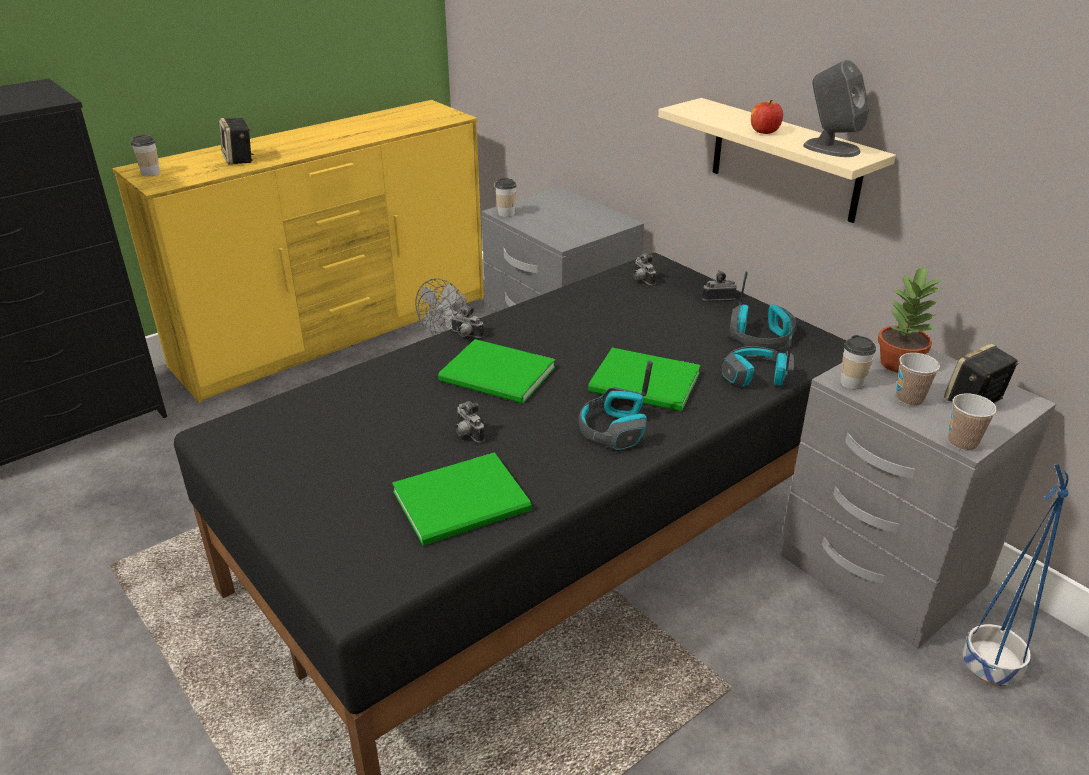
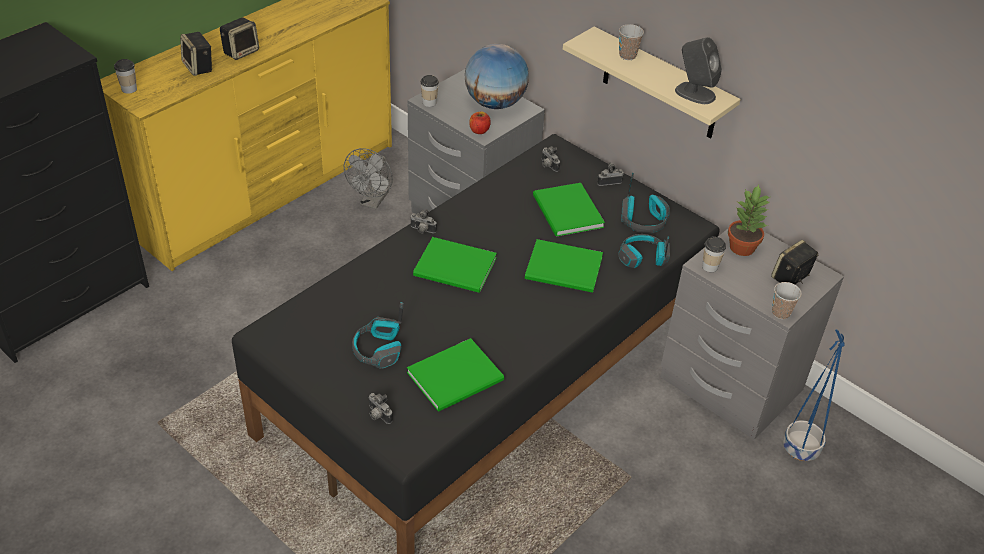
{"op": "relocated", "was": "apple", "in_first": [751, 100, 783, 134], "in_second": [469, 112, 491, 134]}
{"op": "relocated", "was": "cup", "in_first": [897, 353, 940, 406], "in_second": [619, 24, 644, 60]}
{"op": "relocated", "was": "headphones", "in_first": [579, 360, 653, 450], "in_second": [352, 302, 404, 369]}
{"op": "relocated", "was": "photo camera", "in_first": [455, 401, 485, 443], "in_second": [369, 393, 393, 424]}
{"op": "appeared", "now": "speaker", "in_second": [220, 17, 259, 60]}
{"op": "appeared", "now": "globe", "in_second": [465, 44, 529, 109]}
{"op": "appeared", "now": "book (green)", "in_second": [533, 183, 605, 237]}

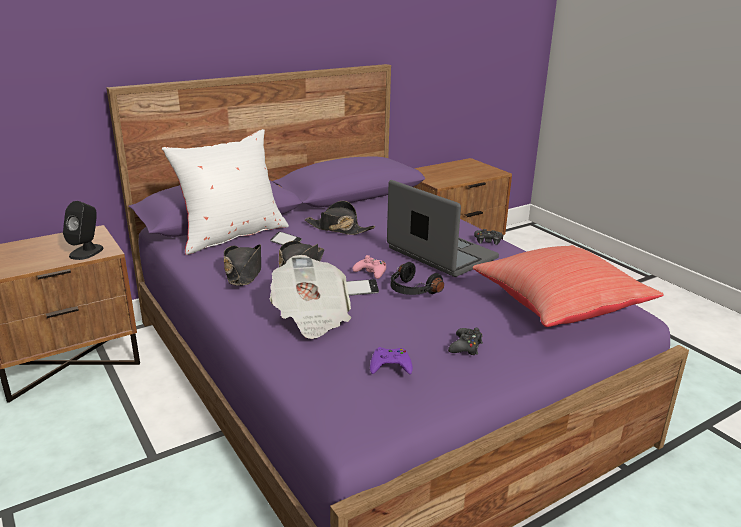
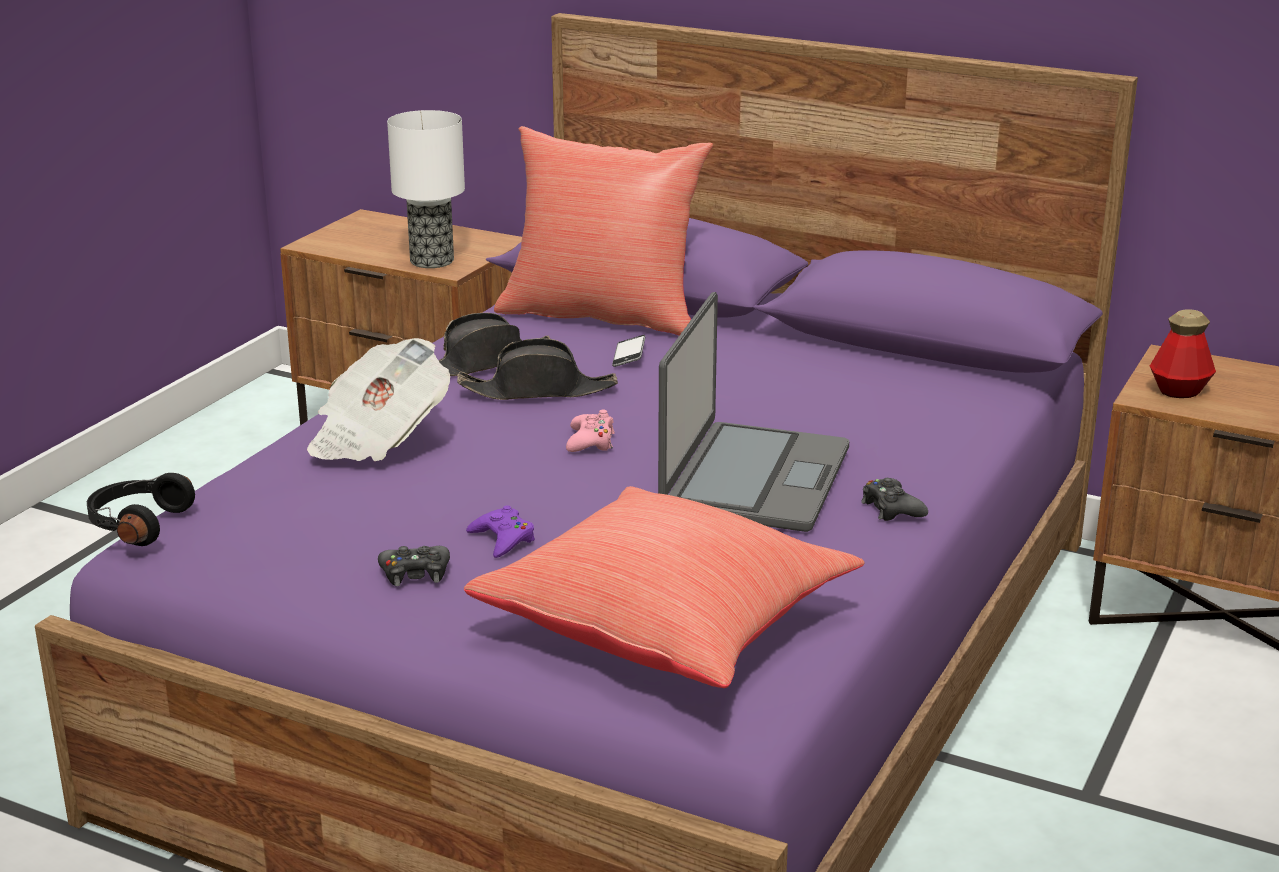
{"op": "colour", "was": "pillow (white)", "now": "pillow (red)", "in_first": [162, 129, 289, 255], "in_second": [494, 126, 713, 336]}
{"op": "exchanged", "was": "speaker (black)", "now": "table lamp", "in_first": [63, 201, 104, 260], "in_second": [387, 110, 465, 268]}
{"op": "missing", "was": "hat (black)", "in_first": [305, 201, 375, 235]}
{"op": "relocated", "was": "headphones (black)", "in_first": [390, 262, 444, 295], "in_second": [87, 473, 195, 546]}
{"op": "missing", "was": "phone", "in_first": [346, 279, 379, 296]}
{"op": "relocated", "was": "game controller (purple)", "in_first": [370, 347, 413, 374], "in_second": [466, 506, 535, 558]}
{"op": "appeared", "now": "bottle", "in_second": [1150, 309, 1216, 398]}

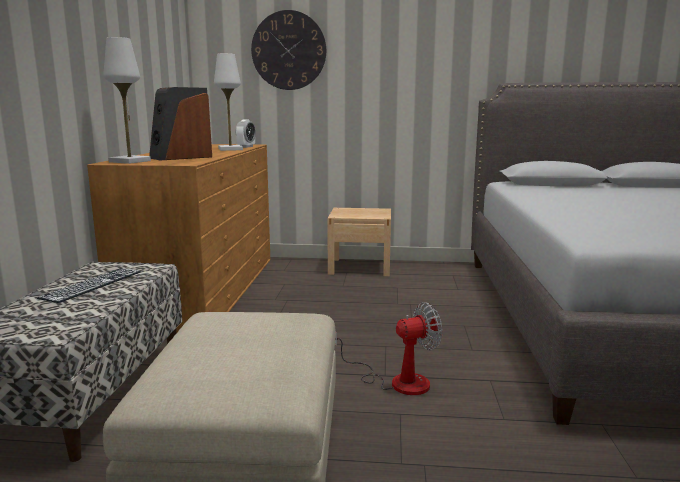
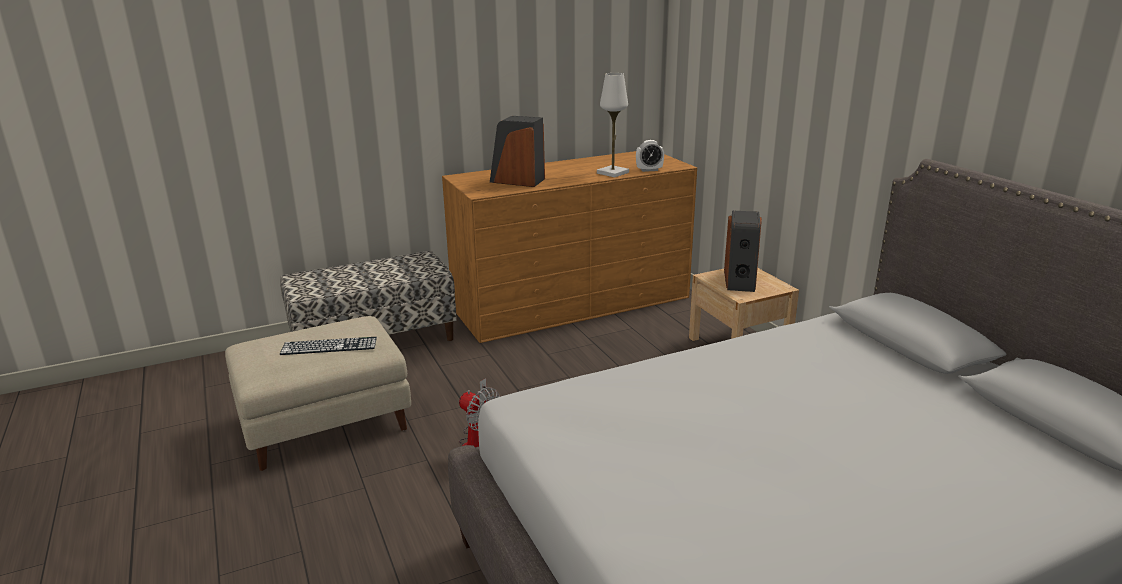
{"op": "missing", "was": "wall clock", "in_first": [251, 10, 326, 90]}
{"op": "missing", "was": "table lamp (white)", "in_first": [103, 37, 151, 164]}
{"op": "relocated", "was": "keyboard", "in_first": [37, 268, 141, 303], "in_second": [280, 337, 377, 355]}
{"op": "appeared", "now": "speaker", "in_second": [724, 210, 762, 292]}

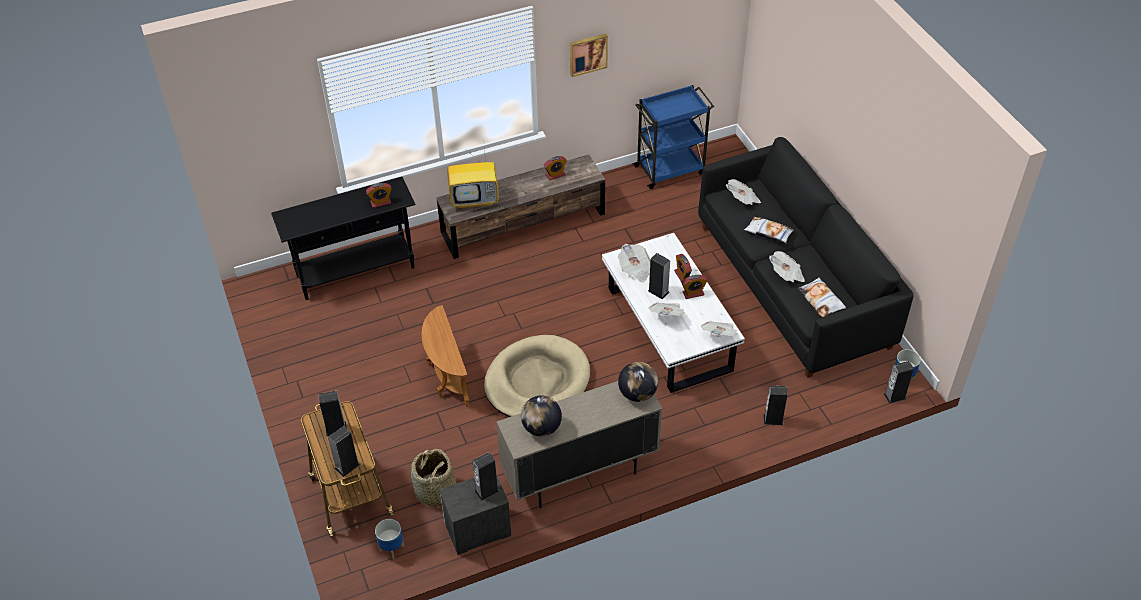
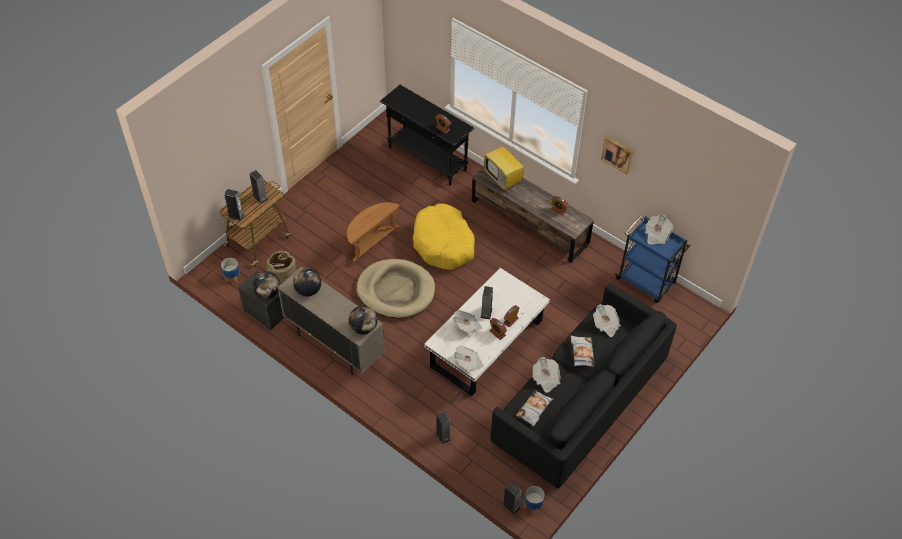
{"op": "relocated", "was": "newspaper", "in_first": [618, 244, 651, 282], "in_second": [645, 214, 673, 244]}
{"op": "exchanged", "was": "speaker", "now": "globe", "in_first": [472, 452, 499, 501], "in_second": [253, 271, 281, 299]}
{"op": "appeared", "now": "dog bed (yellow)", "in_second": [413, 203, 475, 270]}

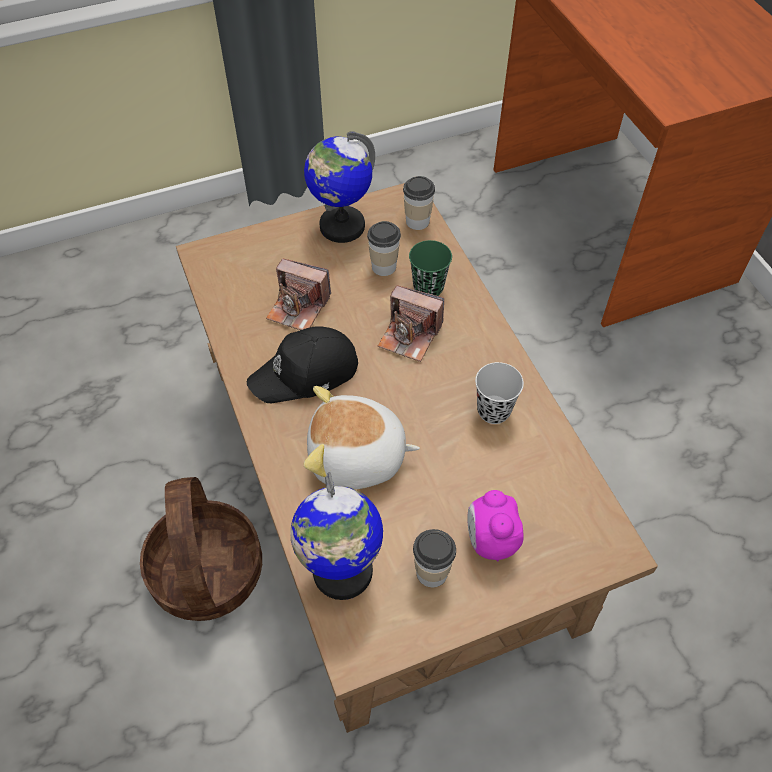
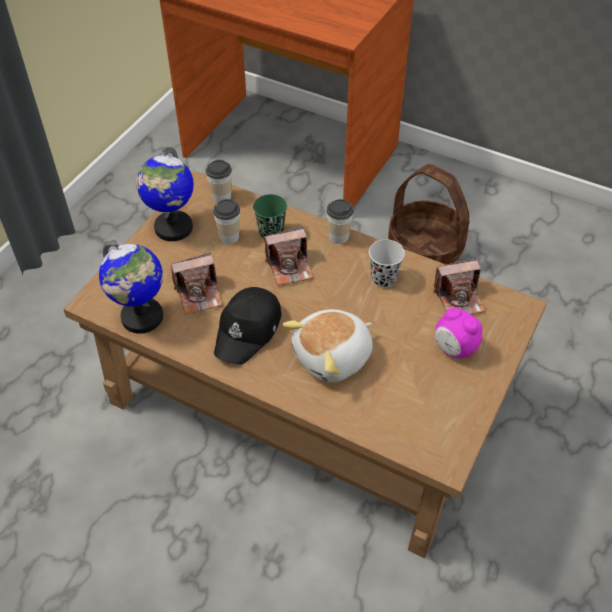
{"op": "relocated", "was": "globe", "in_first": [290, 472, 383, 600], "in_second": [99, 240, 163, 334]}
{"op": "relocated", "was": "basket", "in_first": [140, 477, 262, 621], "in_second": [388, 164, 469, 264]}
{"op": "relocated", "was": "cup", "in_first": [413, 529, 456, 587], "in_second": [327, 199, 354, 244]}
{"op": "appeared", "now": "photo camera", "in_second": [433, 258, 486, 314]}

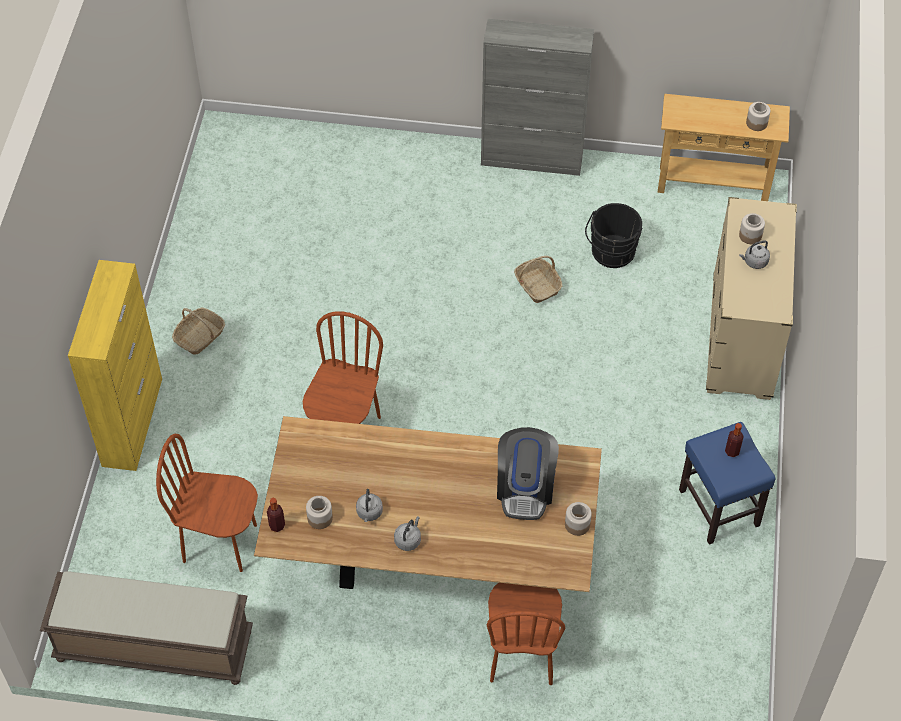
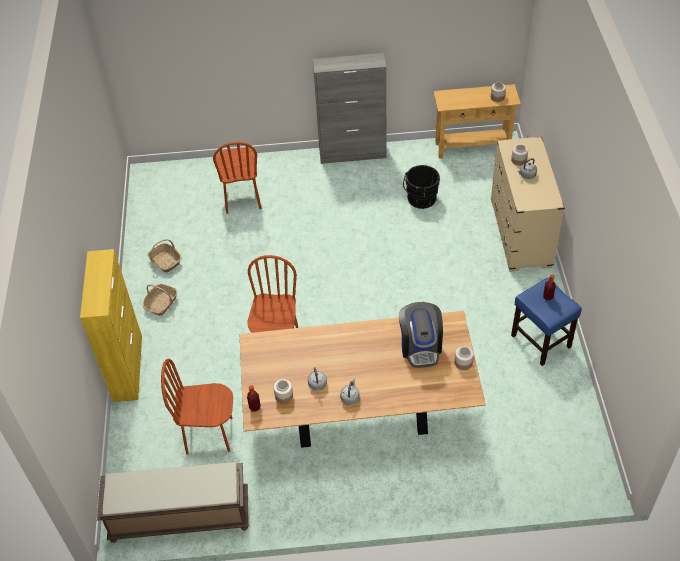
{"op": "relocated", "was": "basket", "in_first": [514, 256, 562, 303], "in_second": [148, 239, 181, 273]}
{"op": "relocated", "was": "chair (brown)", "in_first": [487, 583, 565, 685], "in_second": [213, 142, 261, 214]}

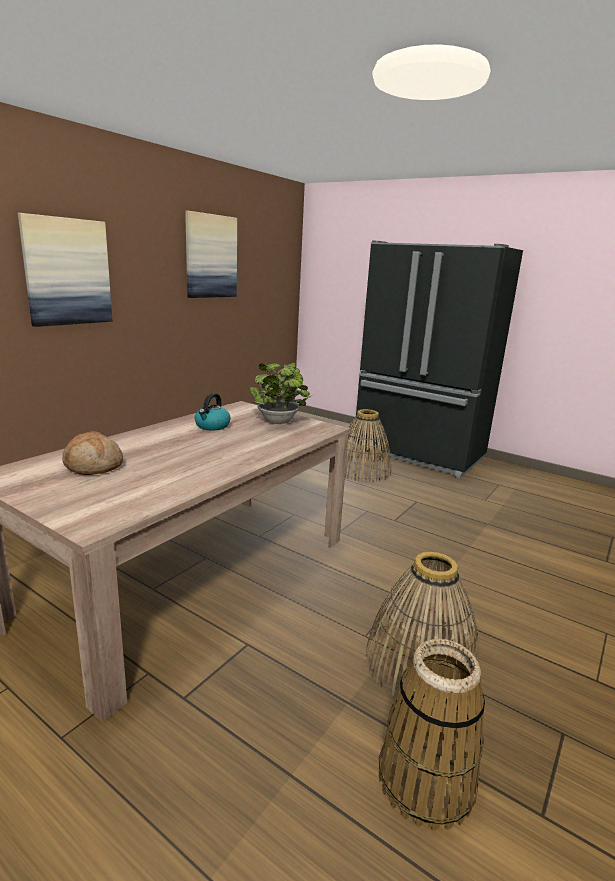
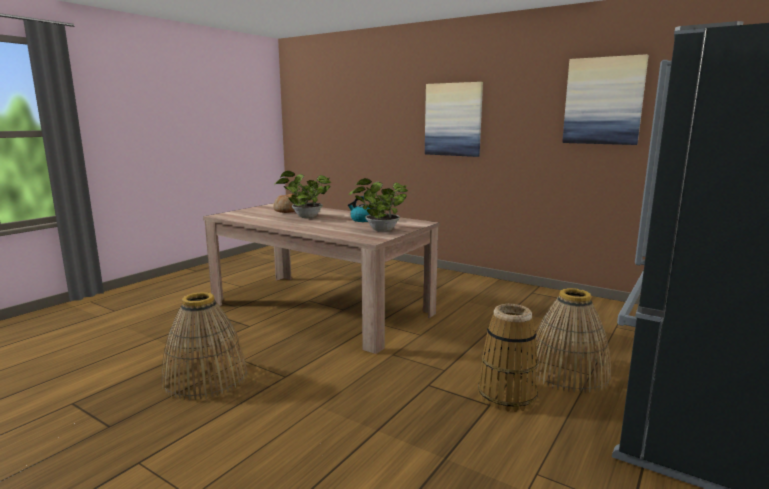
{"op": "relocated", "was": "basket", "in_first": [379, 639, 485, 831], "in_second": [478, 304, 538, 412]}
{"op": "appeared", "now": "potted plant", "in_second": [274, 171, 331, 218]}

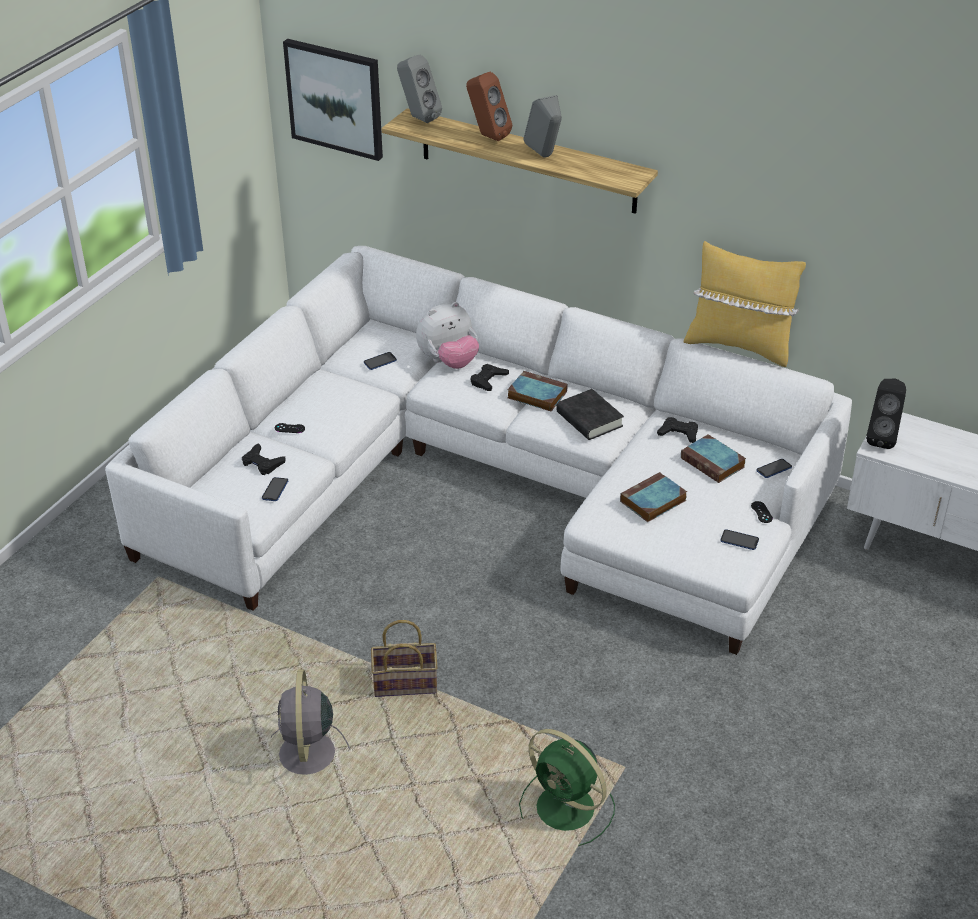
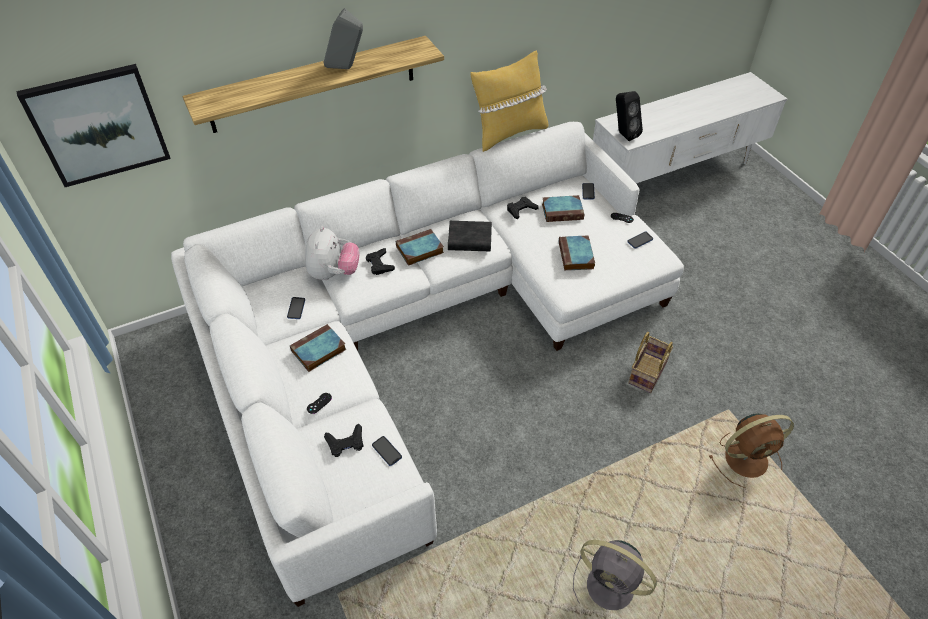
{"op": "missing", "was": "speaker (grey)", "in_first": [397, 55, 442, 123]}
{"op": "missing", "was": "speaker (brown)", "in_first": [466, 72, 512, 141]}
{"op": "relocated", "was": "basket", "in_first": [371, 620, 438, 697], "in_second": [628, 332, 673, 393]}
{"op": "colour", "was": "fan (green)", "now": "fan (brown)", "in_first": [519, 729, 615, 846], "in_second": [709, 413, 794, 488]}
{"op": "appeared", "now": "book", "in_second": [290, 324, 346, 372]}

